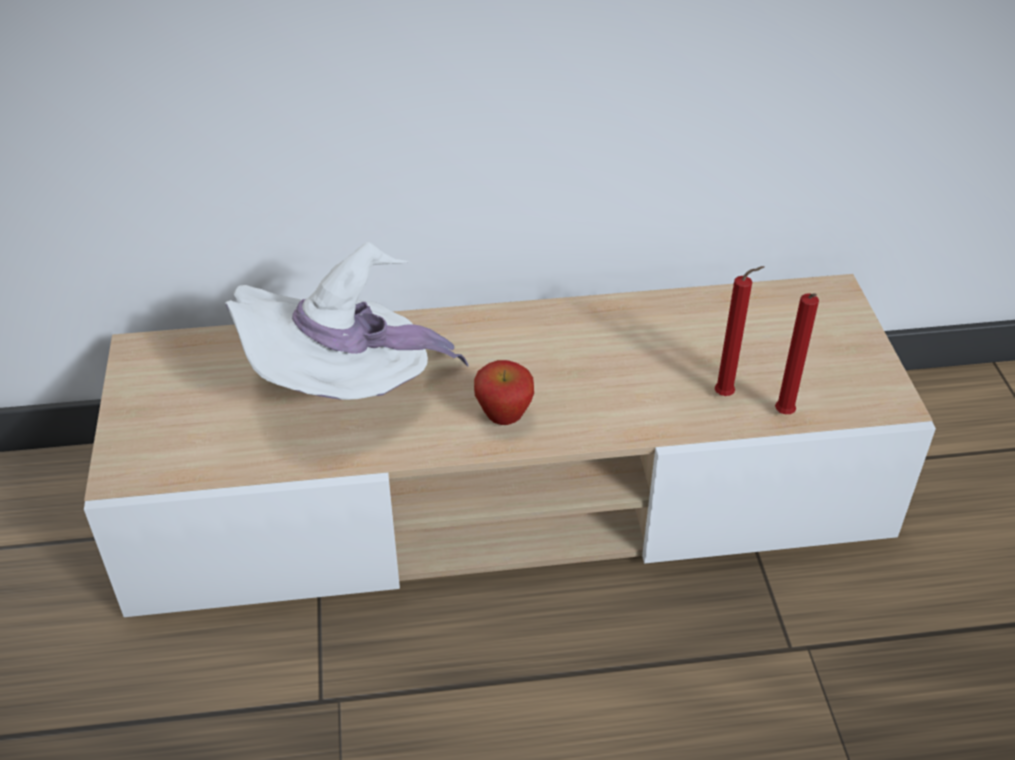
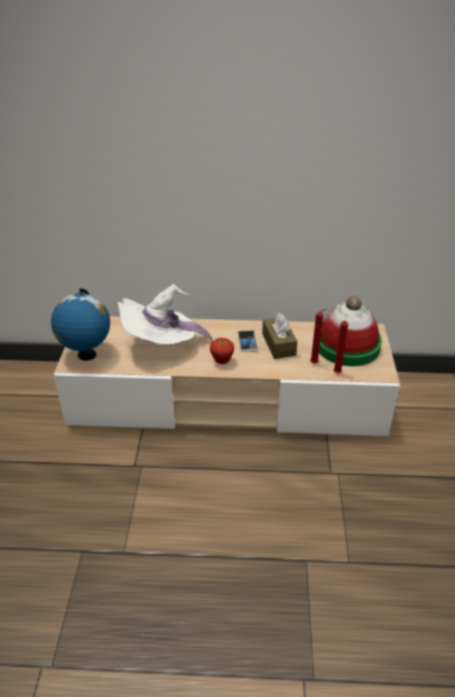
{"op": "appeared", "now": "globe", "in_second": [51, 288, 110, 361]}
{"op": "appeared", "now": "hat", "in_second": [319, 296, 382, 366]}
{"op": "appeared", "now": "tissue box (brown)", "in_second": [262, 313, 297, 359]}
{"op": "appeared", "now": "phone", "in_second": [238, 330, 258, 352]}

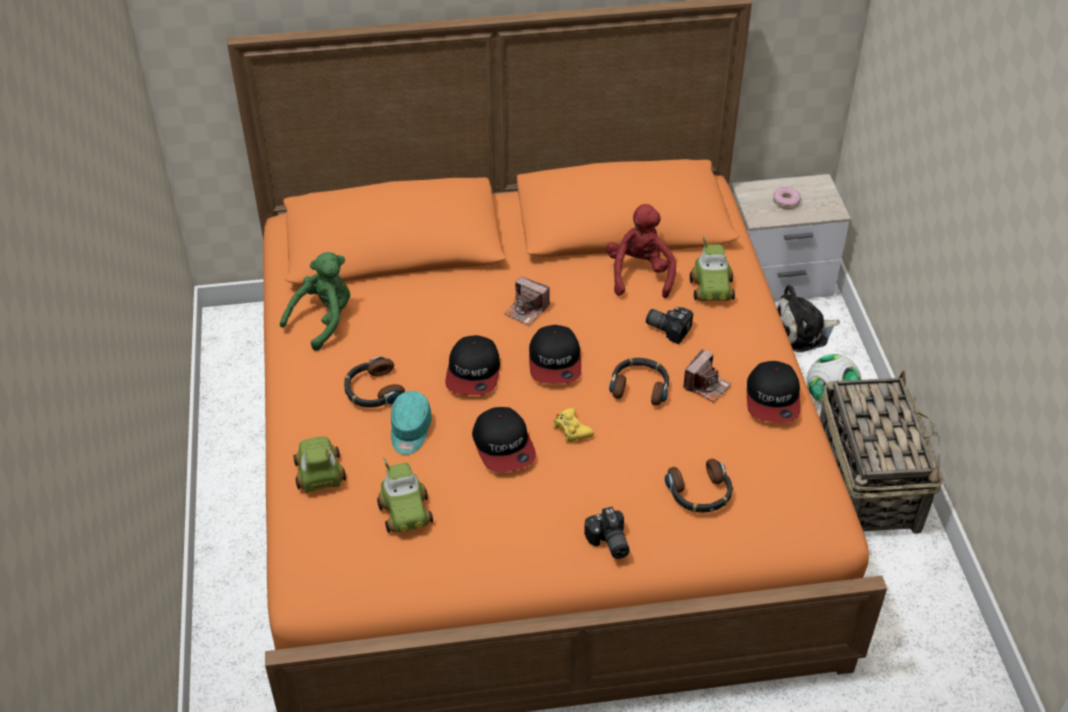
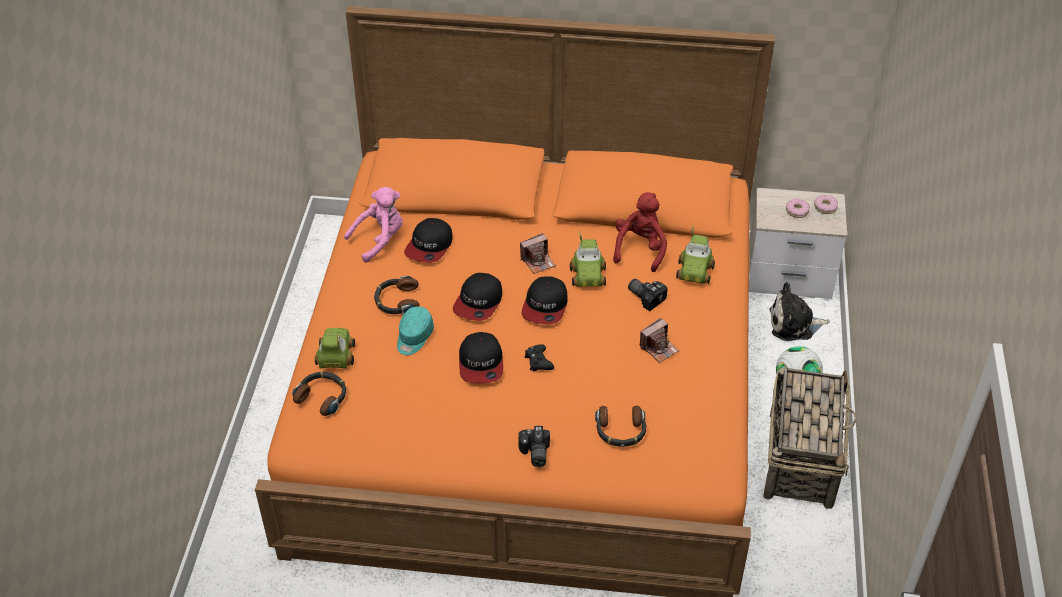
{"op": "colour", "was": "plush toy (green)", "now": "plush toy (pink)", "in_first": [280, 252, 350, 351], "in_second": [344, 187, 402, 262]}
{"op": "spun", "was": "photo camera", "in_first": [504, 277, 550, 326], "in_second": [520, 233, 556, 274], "clockwise": -75}
{"op": "relocated", "was": "headphones", "in_first": [609, 358, 669, 406], "in_second": [292, 371, 346, 416]}
{"op": "relocated", "was": "cap", "in_first": [747, 361, 800, 423], "in_second": [404, 218, 453, 263]}
{"op": "colour", "was": "game controller (yellow)", "now": "game controller (black)", "in_first": [553, 408, 594, 443], "in_second": [525, 344, 554, 371]}
{"op": "relocated", "was": "toy car", "in_first": [377, 457, 433, 533], "in_second": [570, 232, 606, 287]}
{"op": "appeared", "now": "donut", "in_second": [814, 195, 838, 214]}

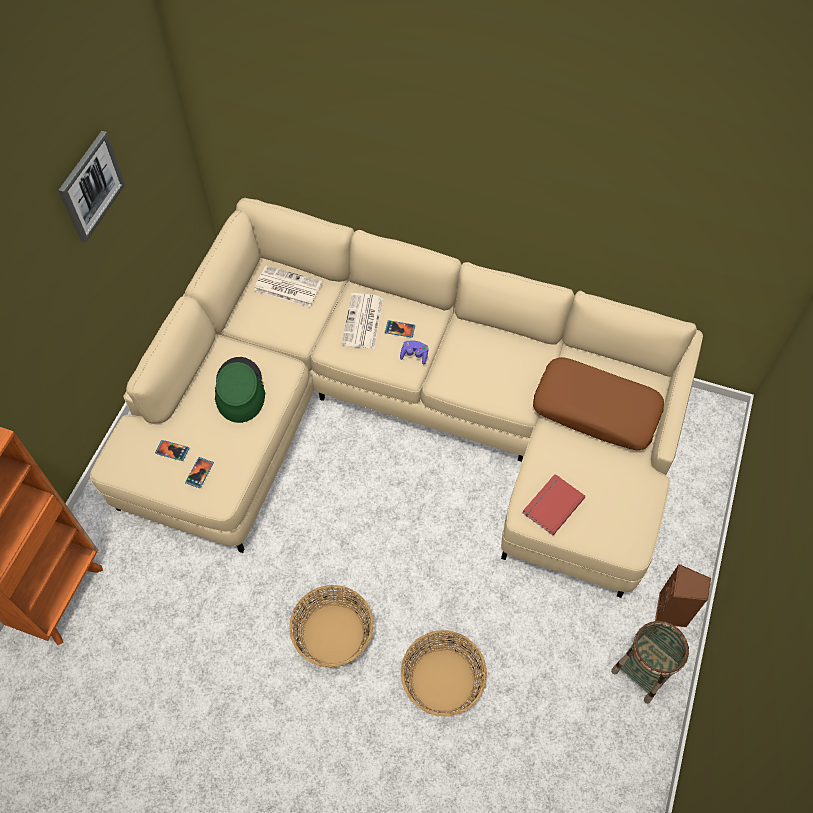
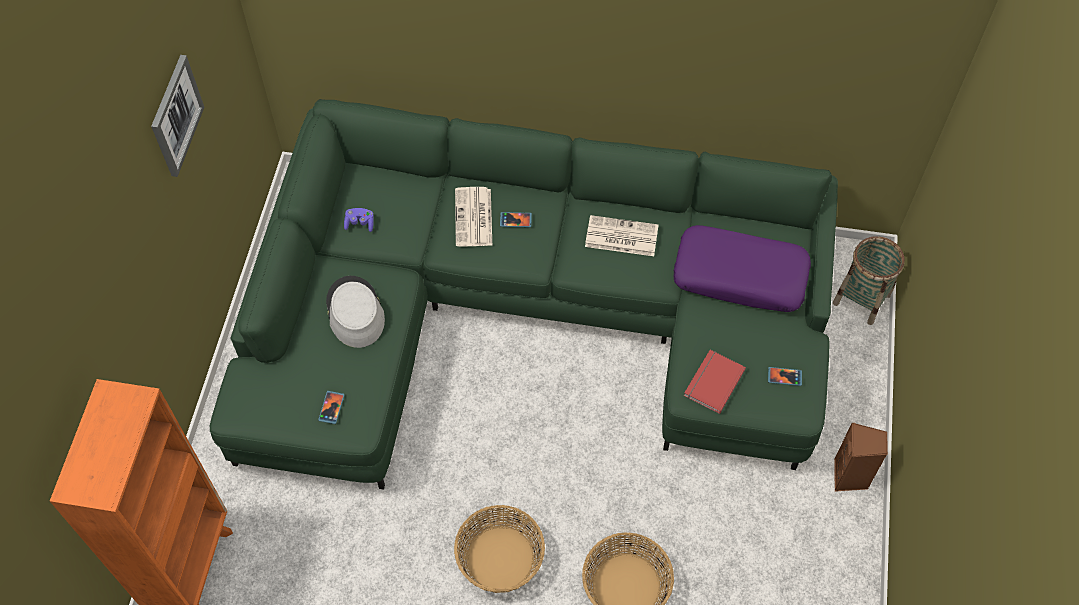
{"op": "colour", "was": "sofa (beige)", "now": "sofa (green)", "in_first": [90, 198, 703, 598], "in_second": [210, 99, 838, 490]}
{"op": "relocated", "was": "newspaper", "in_first": [254, 265, 322, 307], "in_second": [585, 215, 659, 256]}
{"op": "relocated", "was": "game controller (purple)", "in_first": [400, 341, 429, 365], "in_second": [344, 208, 374, 232]}
{"op": "colour", "was": "hat (green)", "now": "hat (grey)", "in_first": [215, 357, 265, 423], "in_second": [326, 276, 385, 348]}
{"op": "colour", "was": "pillow (brown)", "now": "pillow (purple)", "in_first": [533, 357, 664, 450], "in_second": [673, 225, 811, 312]}
{"op": "relocated", "was": "phone", "in_first": [155, 440, 190, 461], "in_second": [768, 367, 802, 386]}
{"op": "relocated", "was": "basket", "in_first": [611, 621, 689, 704], "in_second": [833, 236, 905, 325]}

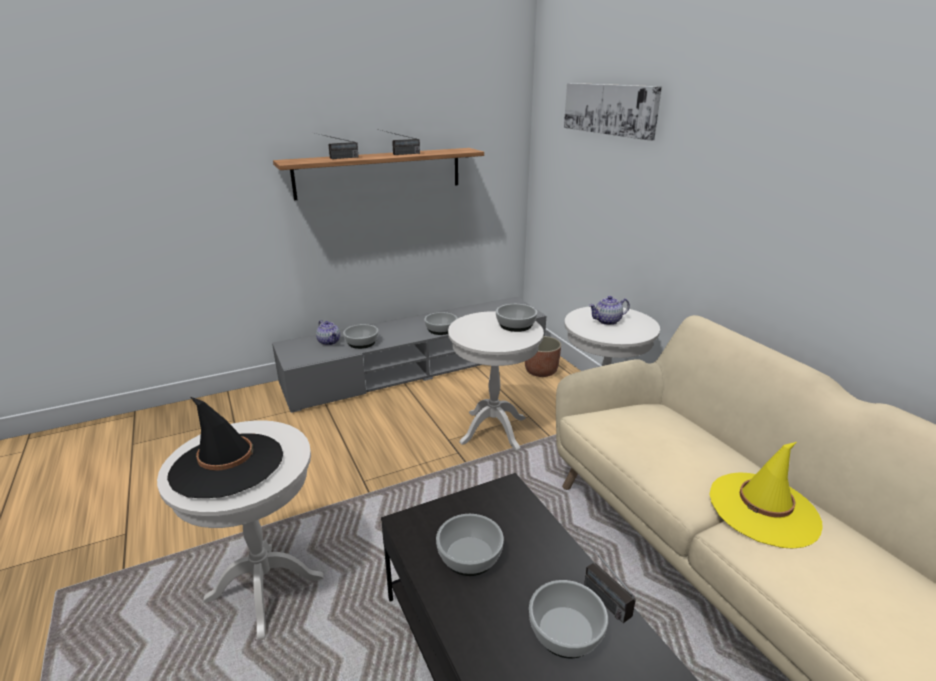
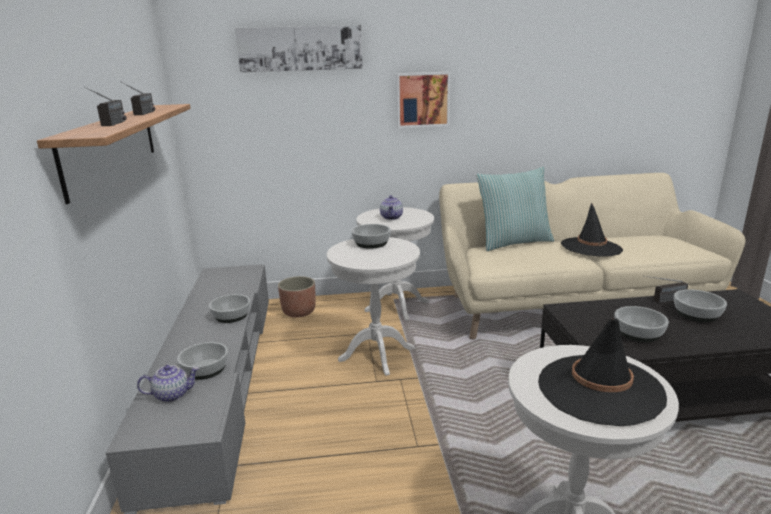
{"op": "colour", "was": "hat (yellow)", "now": "hat (black)", "in_first": [709, 442, 823, 548], "in_second": [561, 203, 623, 257]}
{"op": "appeared", "now": "picture", "in_second": [396, 72, 450, 128]}
{"op": "appeared", "now": "pillow", "in_second": [476, 167, 554, 251]}

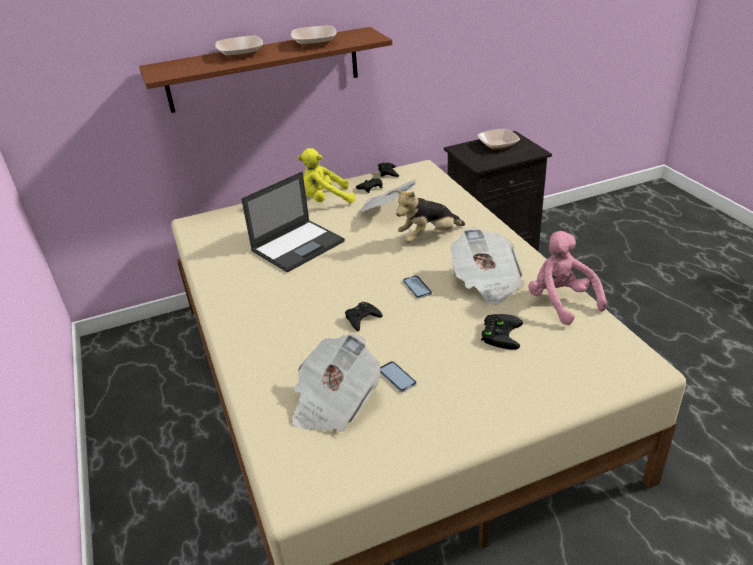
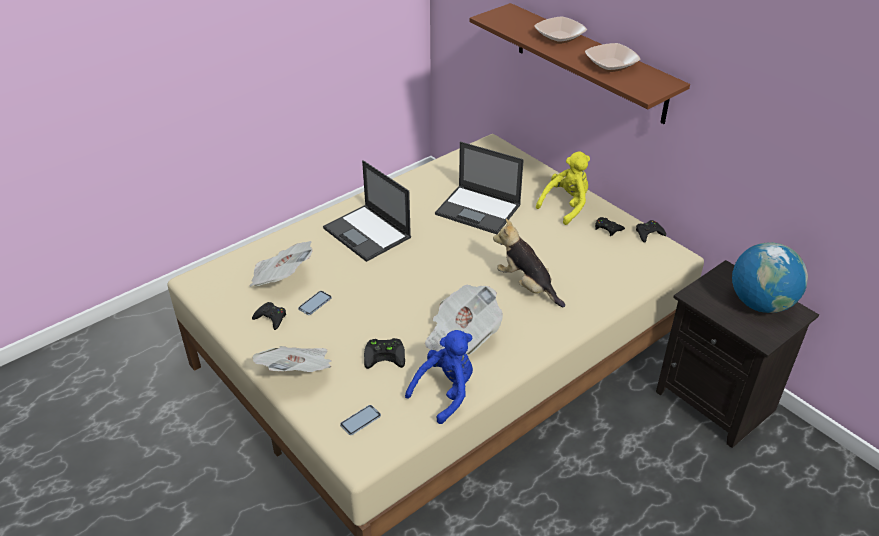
{"op": "exchanged", "was": "bowl", "now": "globe", "in_first": [477, 129, 520, 150], "in_second": [732, 242, 808, 313]}
{"op": "spun", "was": "plush toy (yellow)", "in_first": [297, 148, 355, 203], "in_second": [536, 151, 590, 225], "clockwise": 75}
{"op": "relocated", "was": "newspaper", "in_first": [358, 179, 417, 213], "in_second": [252, 346, 332, 372]}
{"op": "colour", "was": "plush toy (pink)", "now": "plush toy (blue)", "in_first": [528, 231, 607, 325], "in_second": [405, 330, 473, 424]}
{"op": "relocated", "was": "phone", "in_first": [403, 275, 432, 298], "in_second": [340, 405, 381, 435]}
{"op": "relocated", "was": "game controller (black)", "in_first": [345, 302, 383, 331], "in_second": [252, 302, 286, 330]}
{"op": "appeared", "now": "laptop", "in_second": [323, 160, 411, 262]}

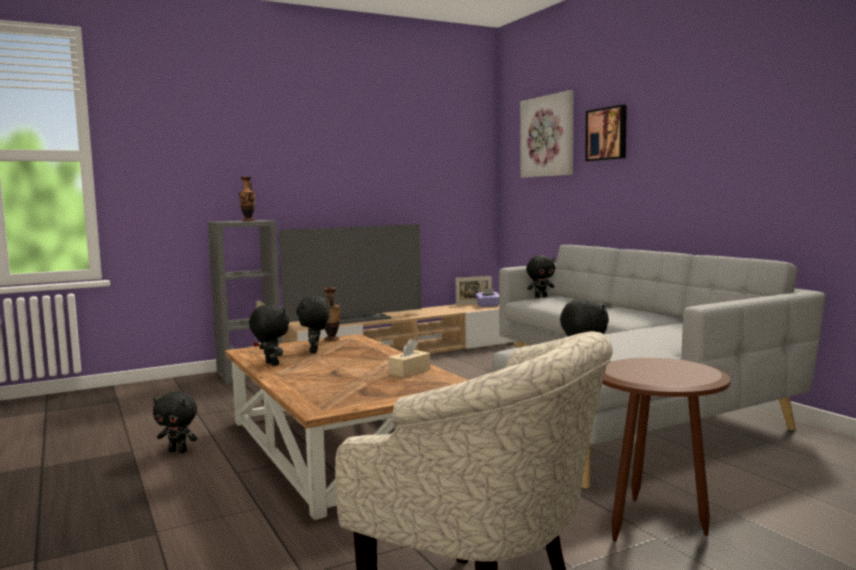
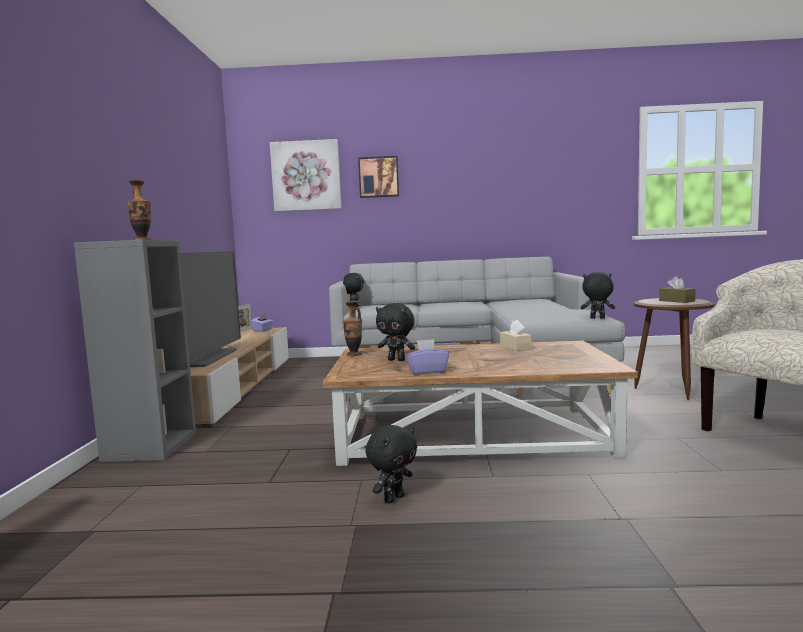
{"op": "exchanged", "was": "plush toy (black)", "now": "tissue box (purple)", "in_first": [249, 304, 290, 366], "in_second": [405, 339, 449, 375]}
{"op": "appeared", "now": "tissue box (brown)", "in_second": [659, 276, 696, 303]}

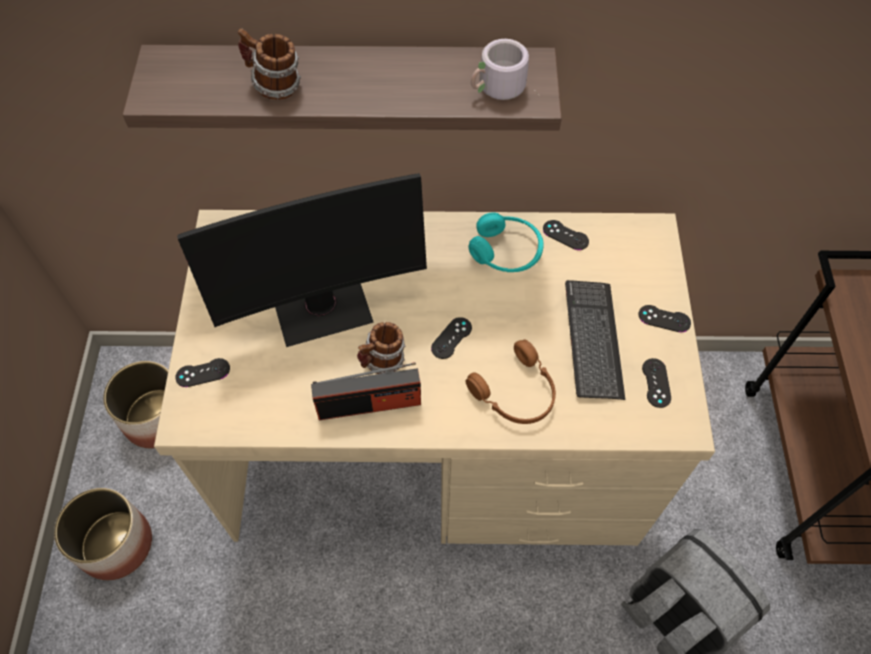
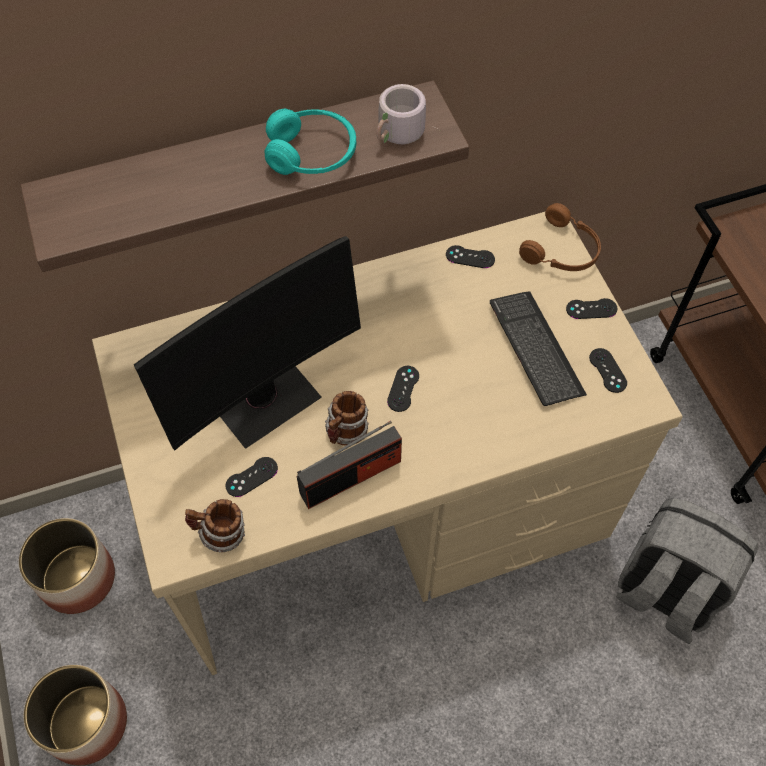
{"op": "relocated", "was": "mug", "in_first": [237, 28, 301, 100], "in_second": [185, 499, 245, 553]}
{"op": "relocated", "was": "headphones (turquoise)", "in_first": [468, 212, 543, 272], "in_second": [265, 109, 356, 175]}
{"op": "relocated", "was": "headphones (brown)", "in_first": [465, 340, 556, 424], "in_second": [519, 203, 601, 271]}
{"op": "relocated", "was": "game controller (black)", "in_first": [175, 358, 230, 387], "in_second": [226, 457, 278, 497]}

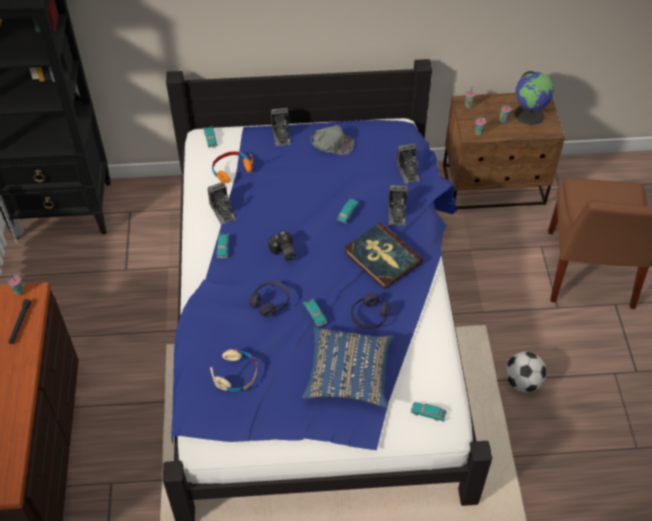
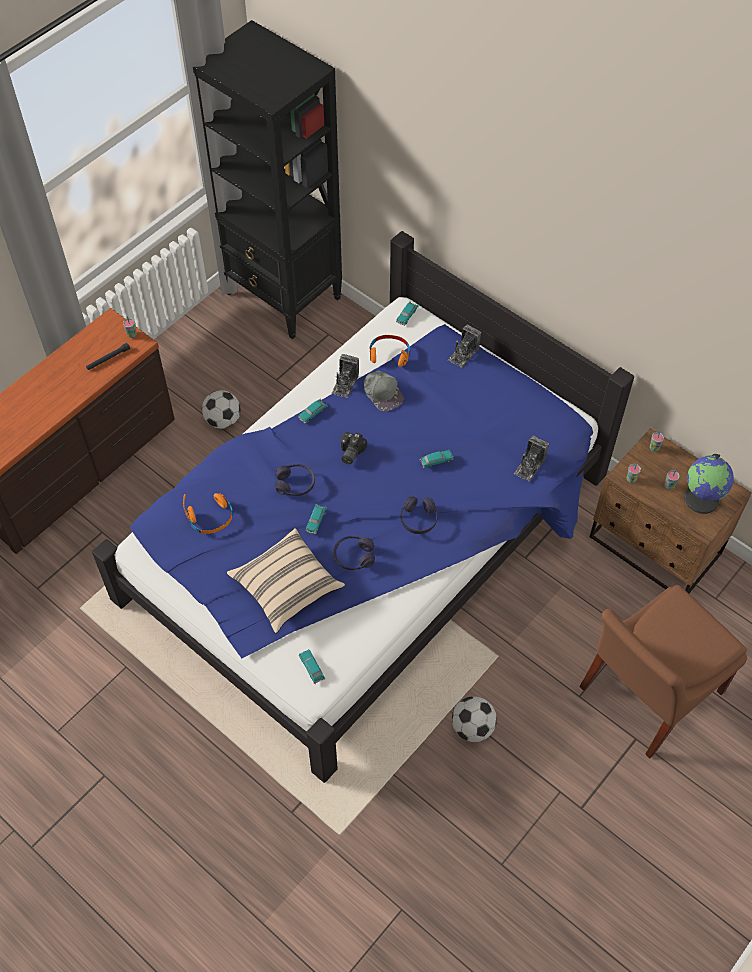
{"op": "relocated", "was": "cap (grey)", "in_first": [310, 125, 355, 155], "in_second": [364, 371, 404, 411]}
{"op": "missing", "was": "photo camera", "in_first": [388, 185, 408, 225]}
{"op": "exchanged", "was": "book", "now": "headphones (purple)", "in_first": [344, 222, 423, 289], "in_second": [400, 496, 437, 534]}
{"op": "colour", "was": "pillow (blue)", "now": "pillow (beige)", "in_first": [302, 327, 394, 408], "in_second": [227, 528, 345, 633]}
{"op": "colour", "was": "headphones (beige)", "now": "headphones (orange)", "in_first": [210, 349, 257, 392], "in_second": [183, 493, 233, 534]}
{"op": "appeared", "now": "football", "in_second": [202, 390, 240, 429]}

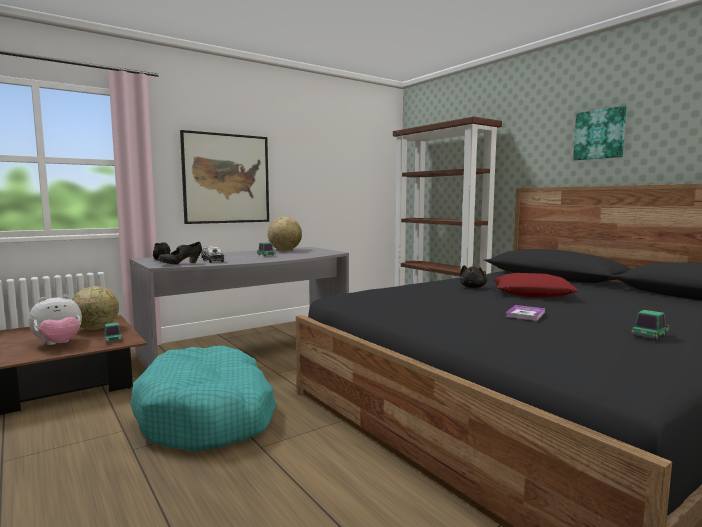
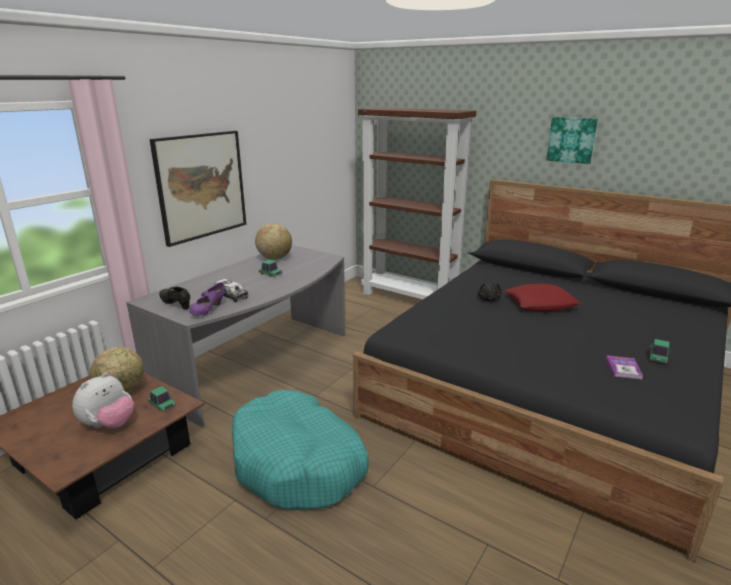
{"op": "colour", "was": "shoe (black)", "now": "shoe (purple)", "in_first": [158, 242, 202, 264], "in_second": [189, 282, 225, 316]}
{"op": "relocated", "was": "book", "in_first": [505, 305, 545, 321], "in_second": [606, 355, 643, 380]}

